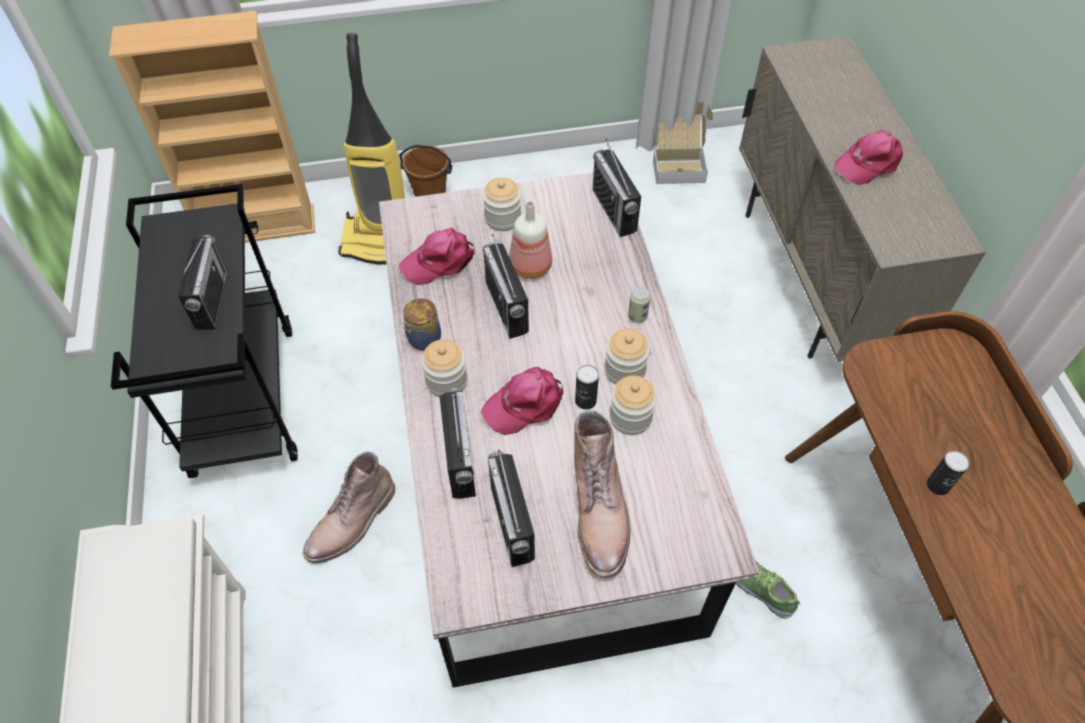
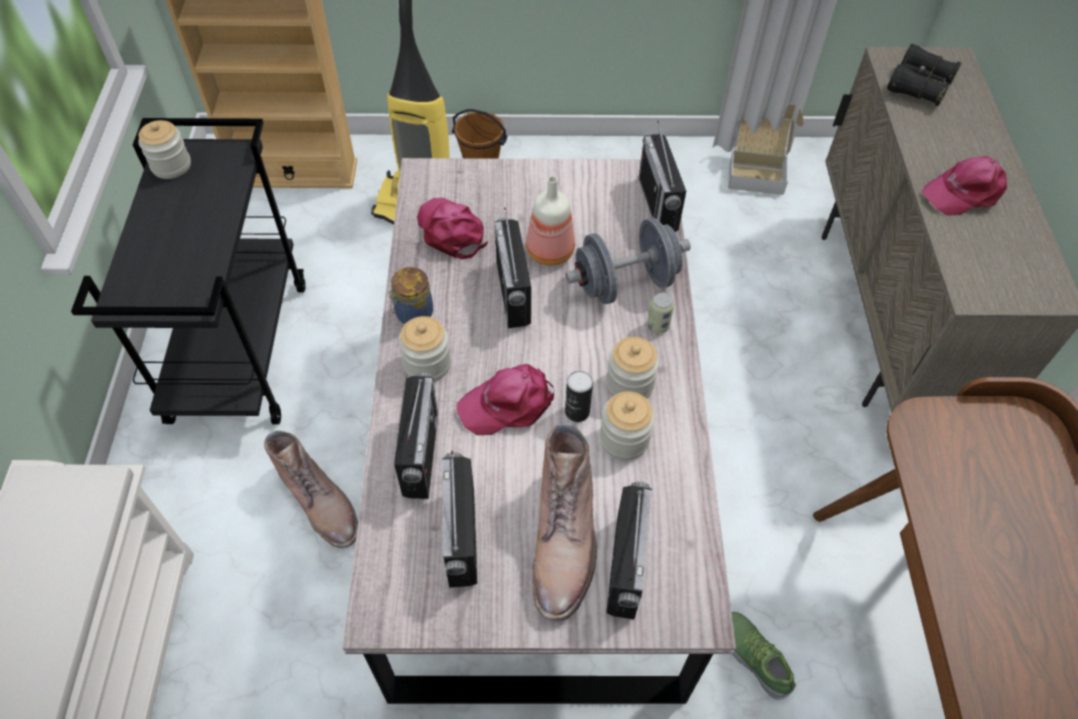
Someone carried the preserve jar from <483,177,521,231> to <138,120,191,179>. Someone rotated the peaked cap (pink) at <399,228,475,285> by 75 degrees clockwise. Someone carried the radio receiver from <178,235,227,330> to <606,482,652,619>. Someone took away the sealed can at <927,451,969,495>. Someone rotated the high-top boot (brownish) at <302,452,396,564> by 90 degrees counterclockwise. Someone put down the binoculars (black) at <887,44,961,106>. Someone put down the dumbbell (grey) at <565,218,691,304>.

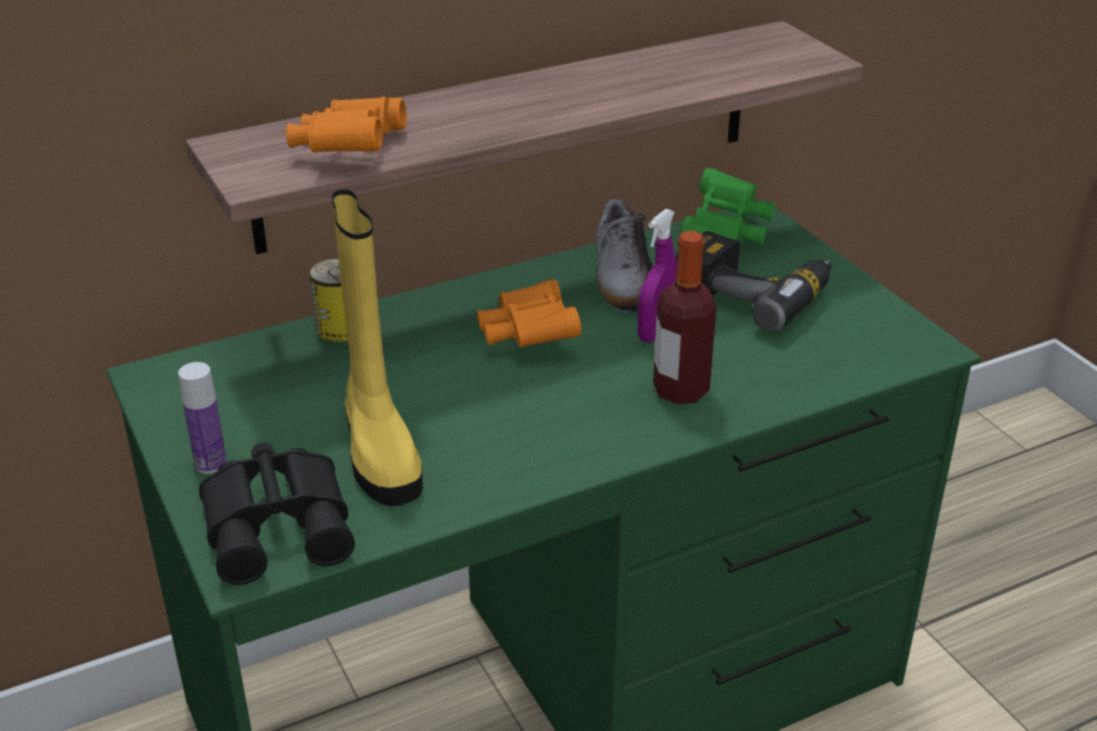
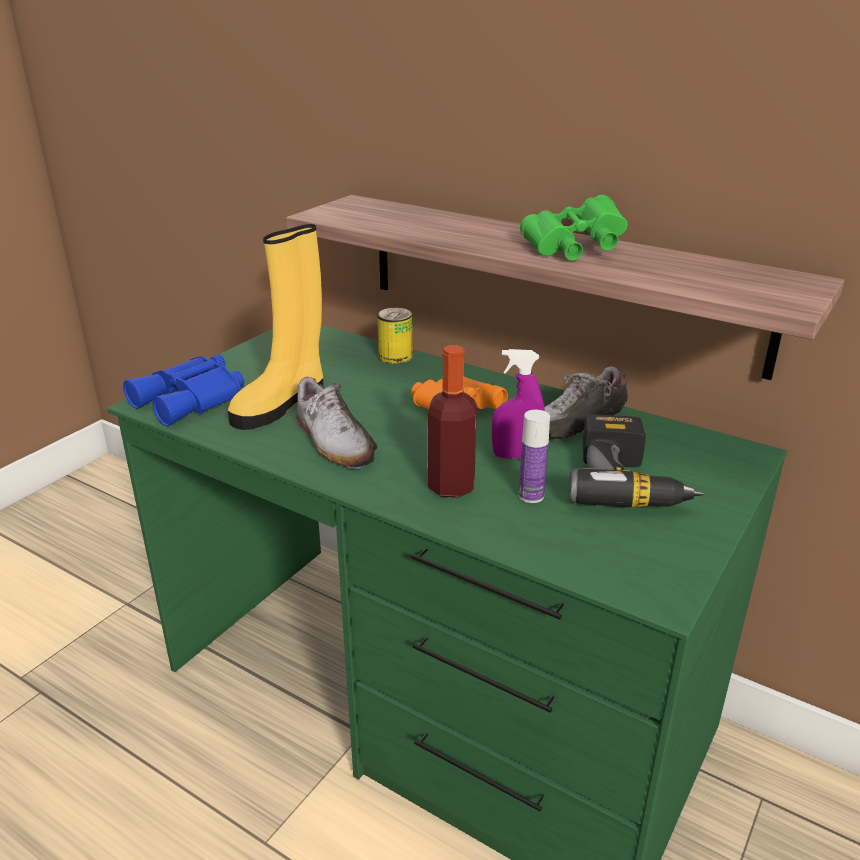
Someone took away the binoculars (orange-coloured) at <286,97,407,153>. Someone carried the binoculars (greenish) from <680,168,775,246> to <520,195,628,261>. Someone carried the bottle from <178,362,227,474> to <519,410,550,503>. Someone repainted the binoculars (black) at <199,442,355,585>, which became the binoculars (blue-coloured) at <123,355,244,426>. Someone put down the item of footwear at <295,377,377,469>.

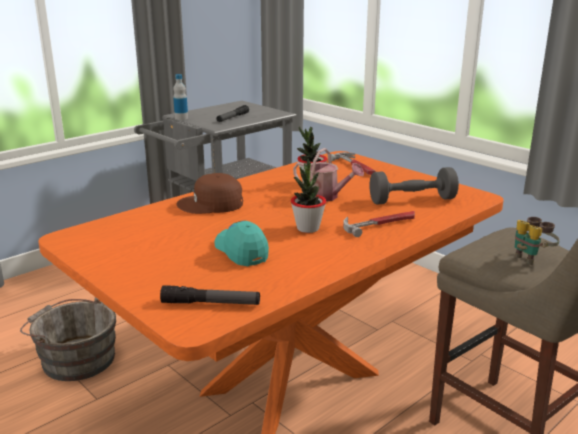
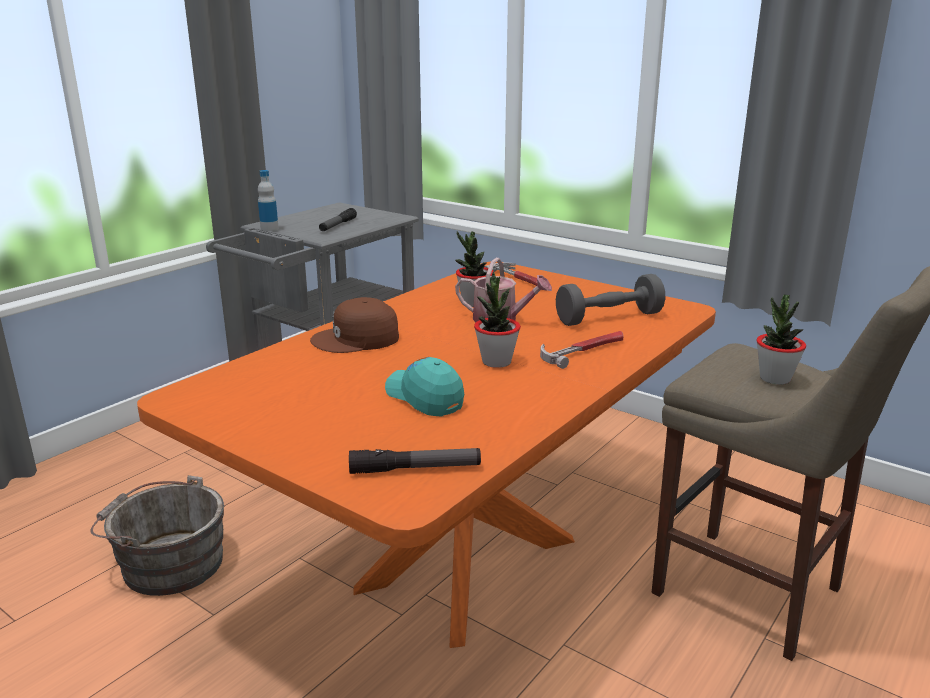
Someone swapped the binoculars at <515,217,560,265> for the plant in a pot at <756,295,806,385>.

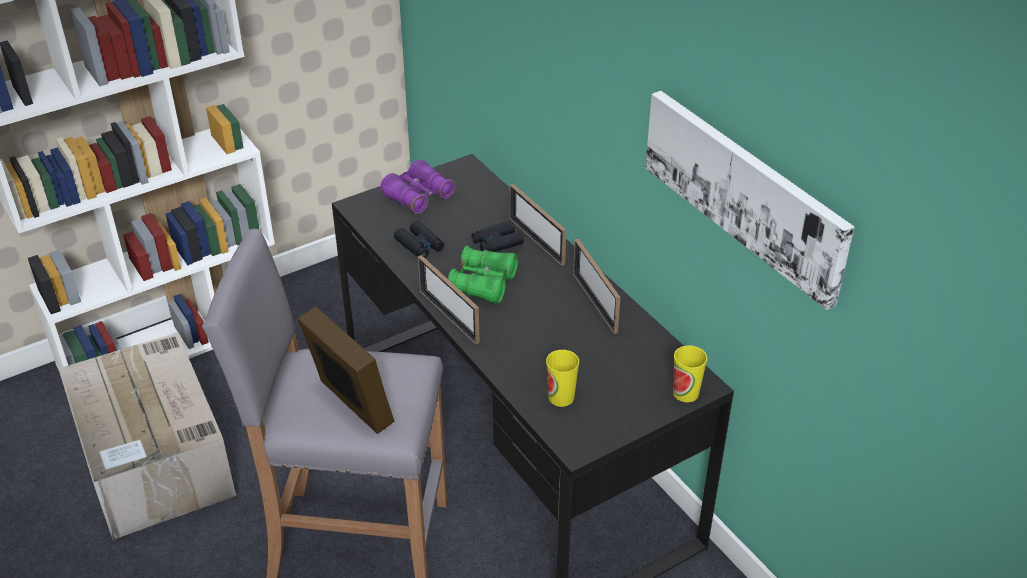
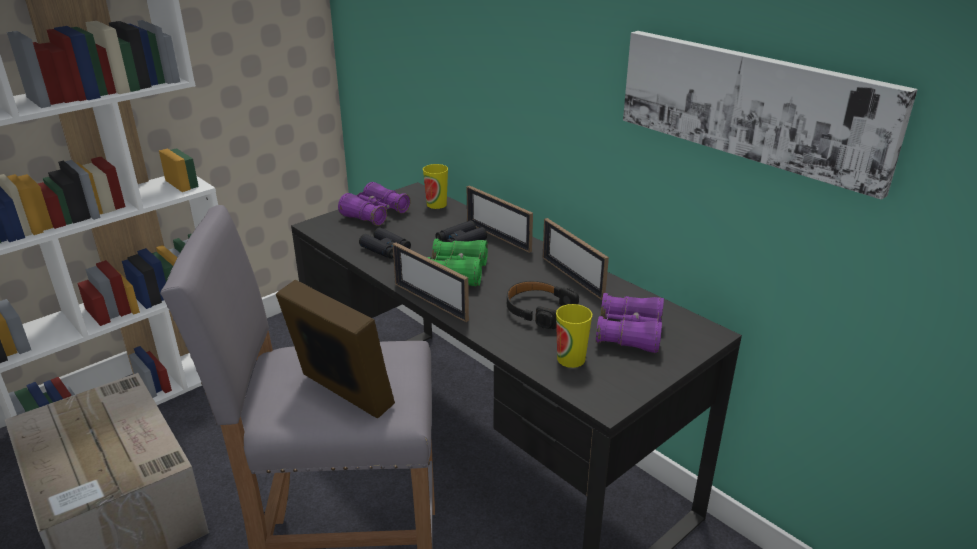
Someone carried the small cup from <673,345,707,402> to <423,164,448,209>. Someone put down the headset (black) at <507,281,579,329>. Someone put down the binoculars (purple) at <596,293,664,353>.

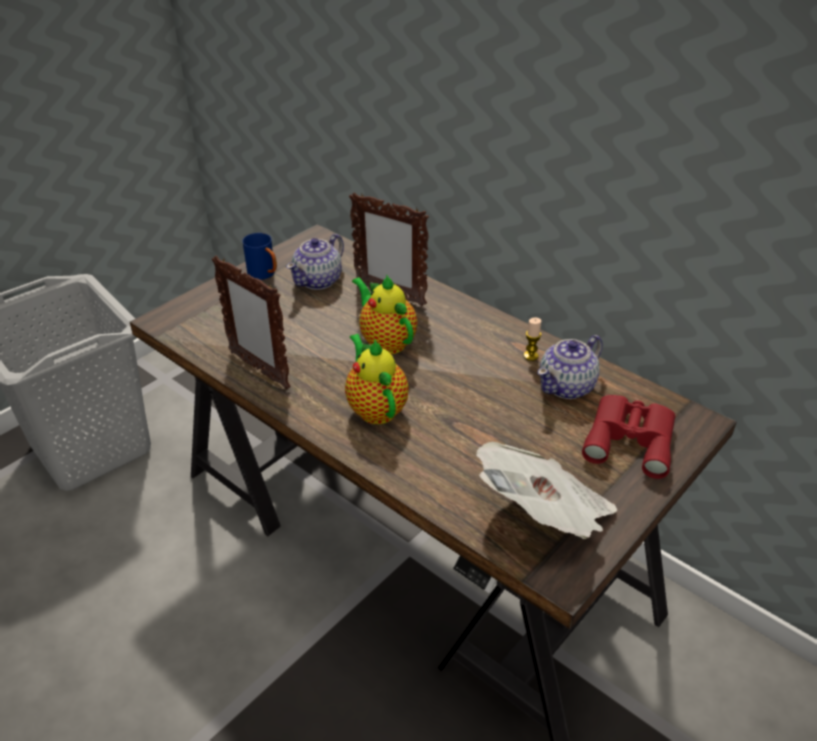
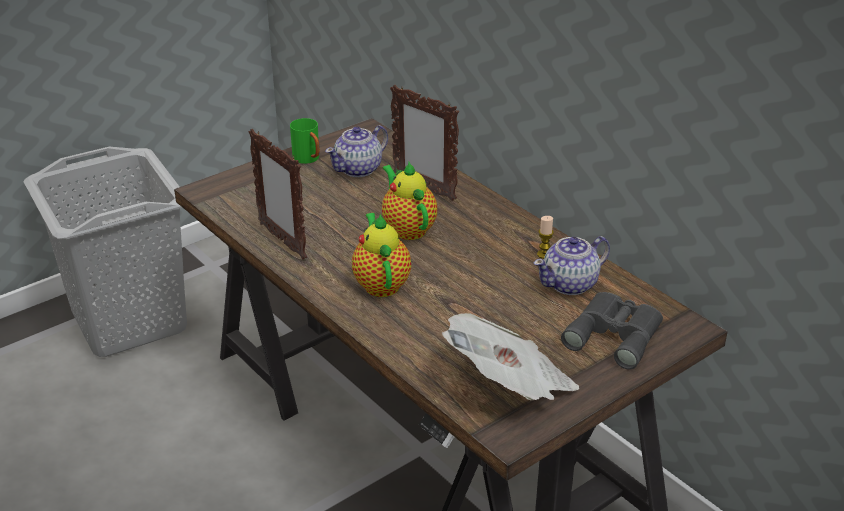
Someone repainted the tea mug (blue-coloured) at <242,233,277,280>, which became the tea mug (greenish) at <290,118,320,164>. Someone repainted the binoculars (red-coloured) at <582,395,675,479>, which became the binoculars (grey) at <561,292,663,370>.

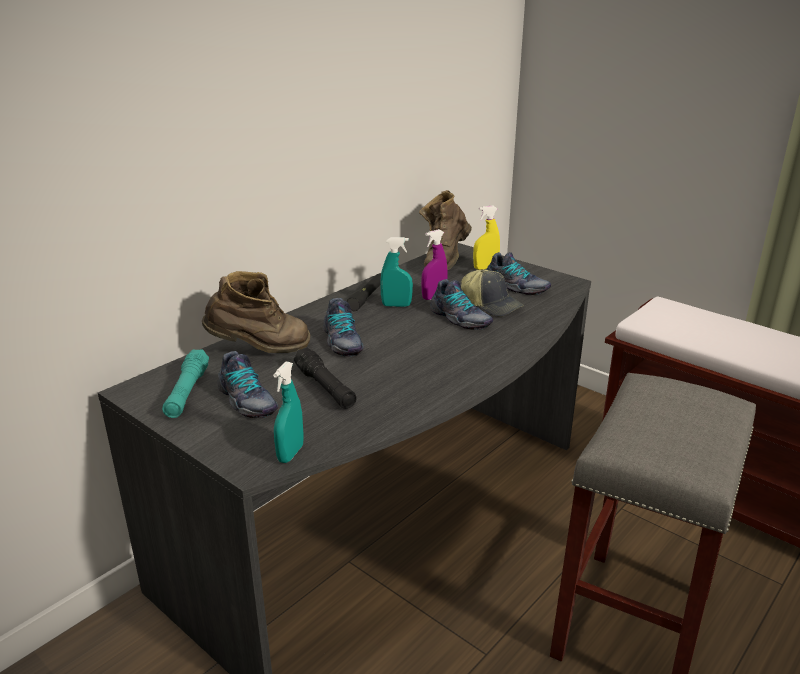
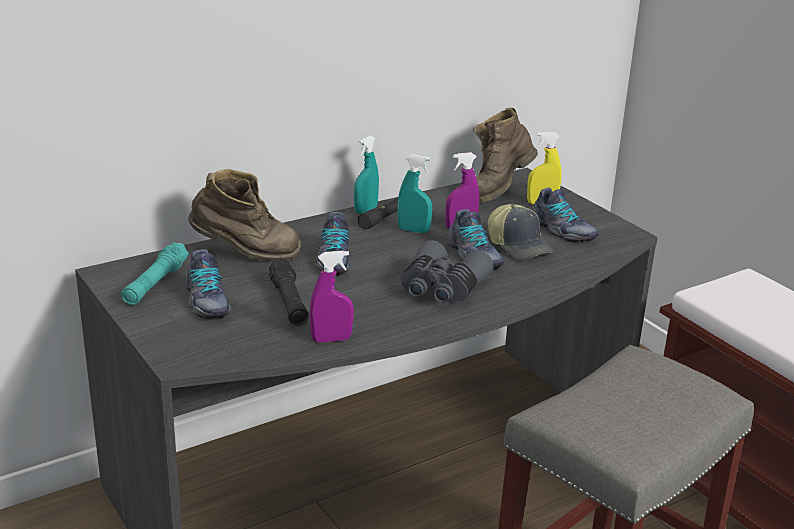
Someone carried the spray bottle (turquoise) from <273,362,304,463> to <354,136,379,214>. Someone put down the binoculars (grey) at <400,240,493,303>. Someone put down the spray bottle (purple) at <309,251,354,343>.

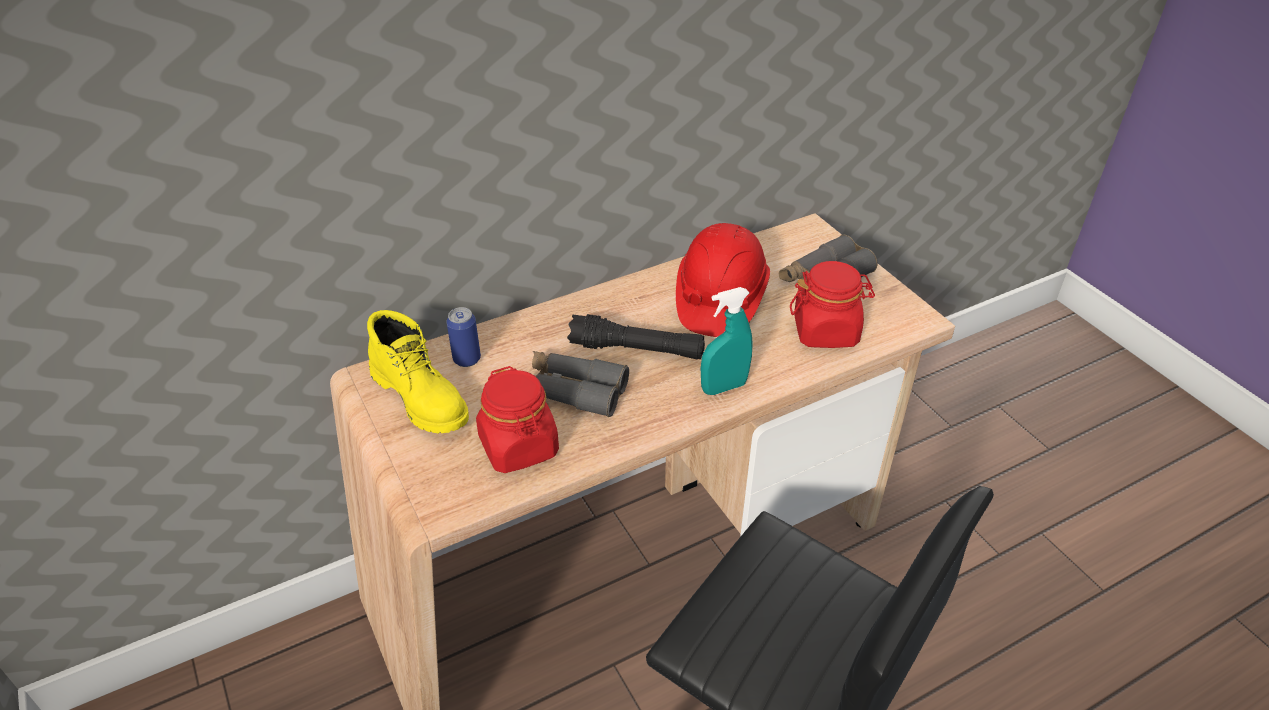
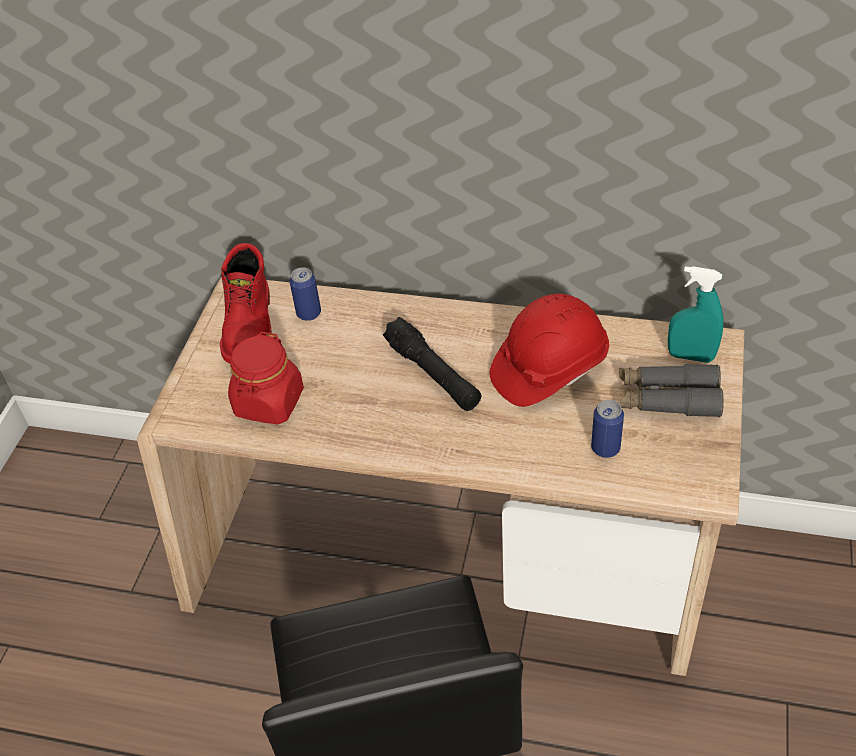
Someone swapped the preserve jar (red-coloured) at <790,261,875,348> for the sealed can at <591,400,624,458>. Someone carried the spray bottle (turquoise) from <701,287,753,395> to <668,266,724,363>. Someone repainted the high-top boot (yellowish) at <367,310,469,434>, which became the high-top boot (red-coloured) at <220,243,272,364>. Someone took away the binoculars (grey) at <532,351,629,417>.

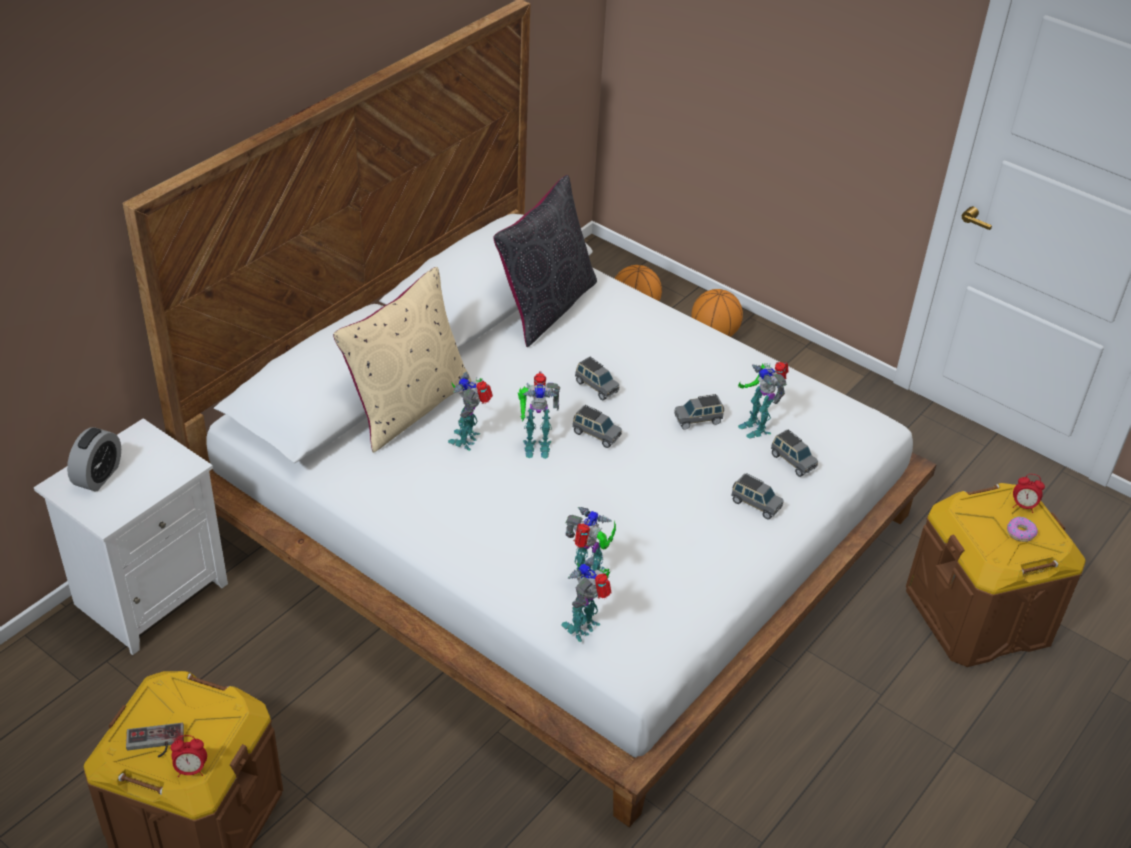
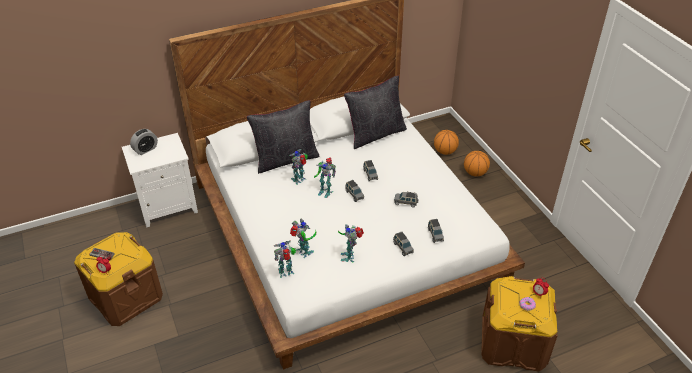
Someone repainted the cushion (beige) at <333,267,471,453>, which became the cushion (black) at <247,100,320,174>. Someone carried the robot figure from <738,362,789,439> to <338,224,364,263>.

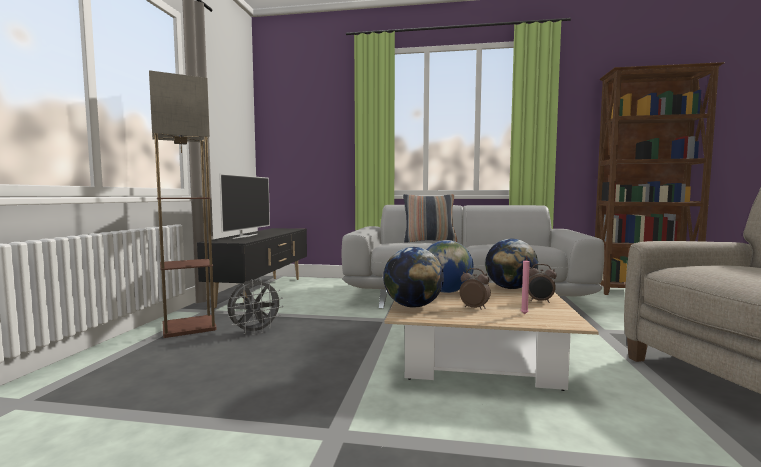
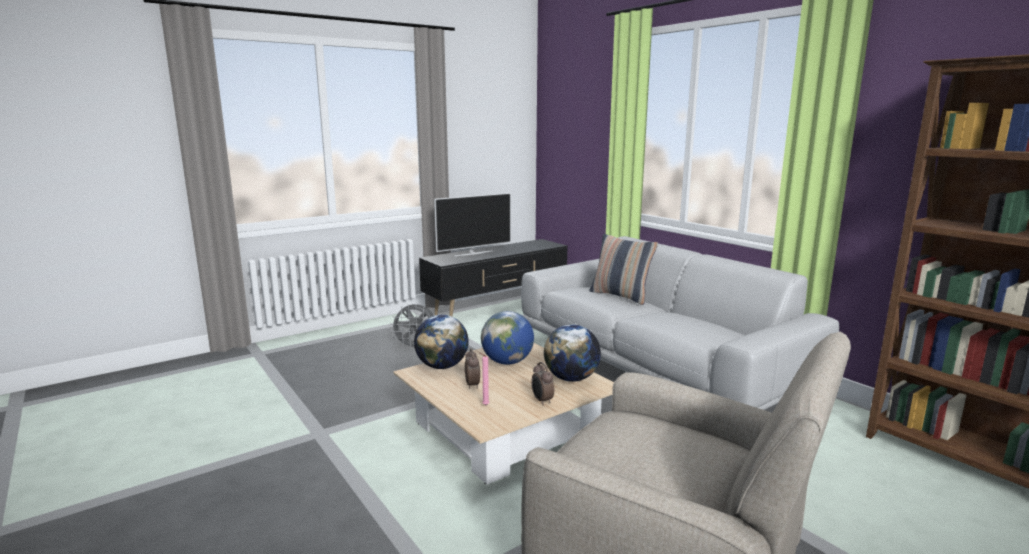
Someone took away the standing lamp at <149,70,217,338>.

